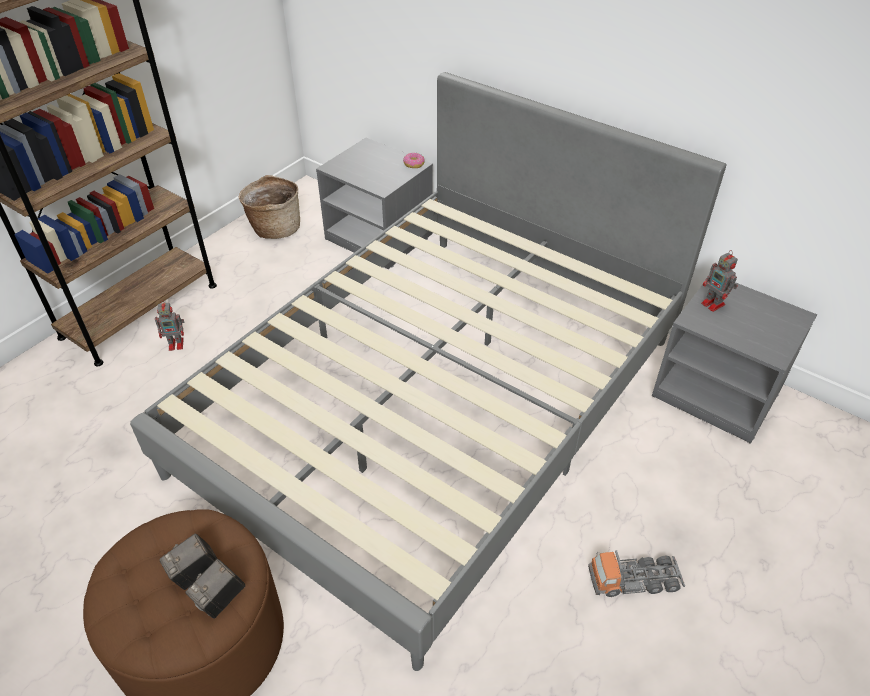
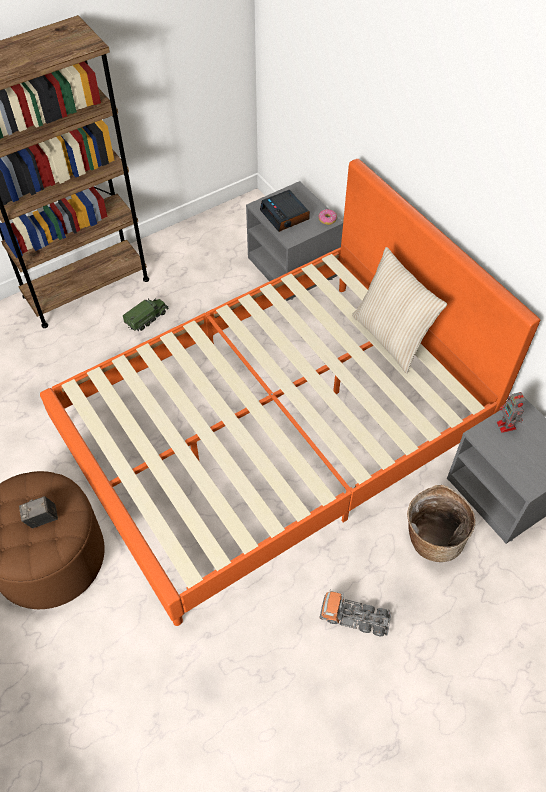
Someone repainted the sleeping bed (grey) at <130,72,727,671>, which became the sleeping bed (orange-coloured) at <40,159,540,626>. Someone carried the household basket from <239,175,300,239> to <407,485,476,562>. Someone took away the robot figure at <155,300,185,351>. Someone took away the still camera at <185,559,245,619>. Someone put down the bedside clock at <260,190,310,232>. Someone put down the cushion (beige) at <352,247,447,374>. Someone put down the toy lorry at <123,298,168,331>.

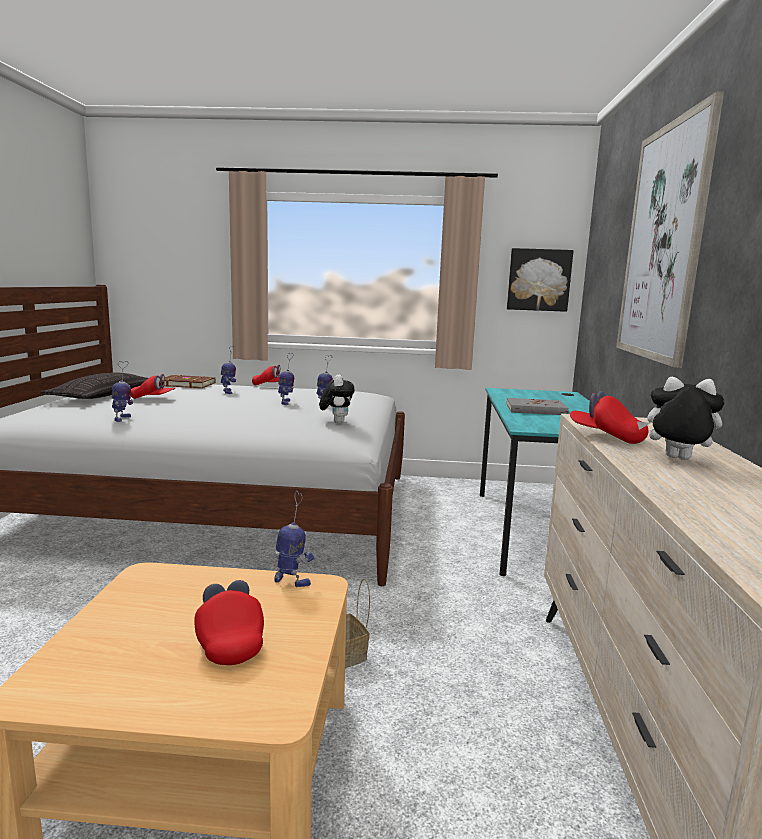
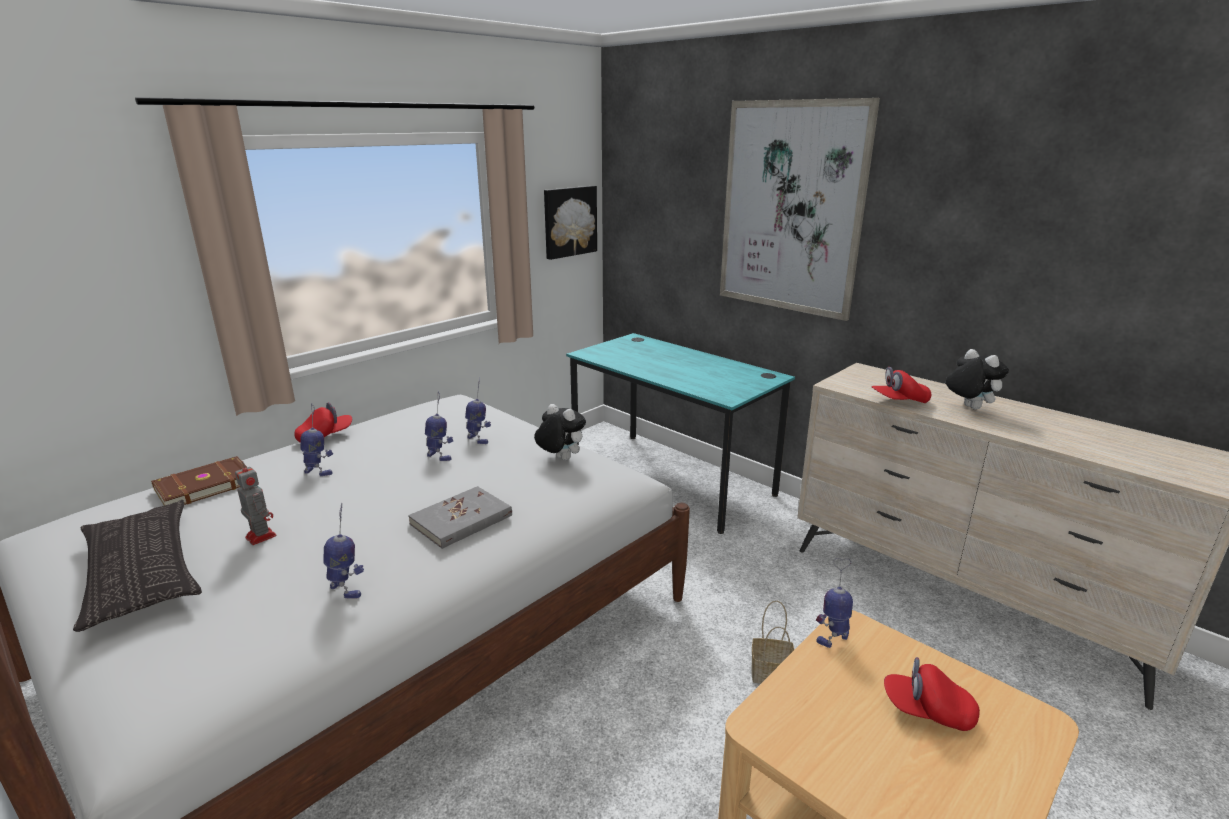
Someone swapped the peaked cap (red-coloured) at <131,374,175,399> for the robot figure at <235,462,277,545>. Someone rotated the plush toy at <637,377,725,460> by 90 degrees clockwise. Someone carried the bound book (grey) from <506,398,569,415> to <408,486,512,549>.

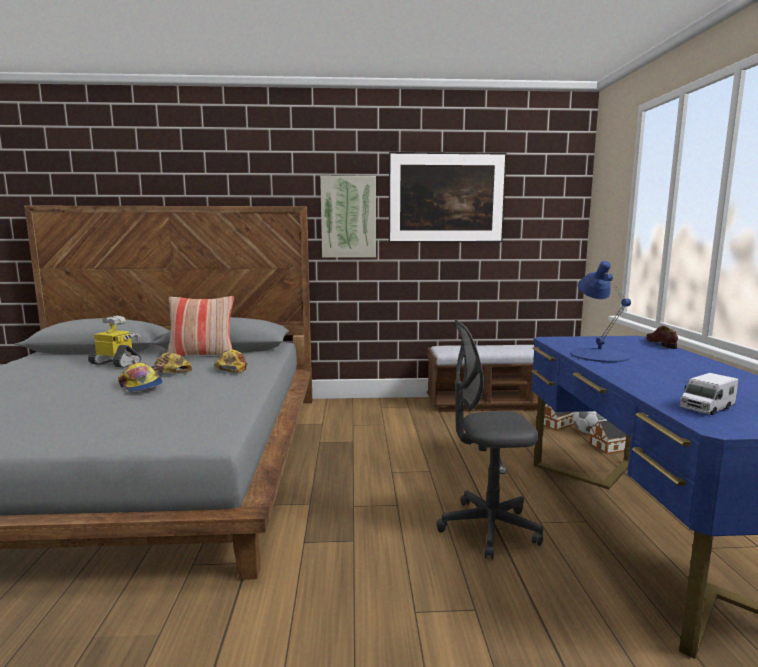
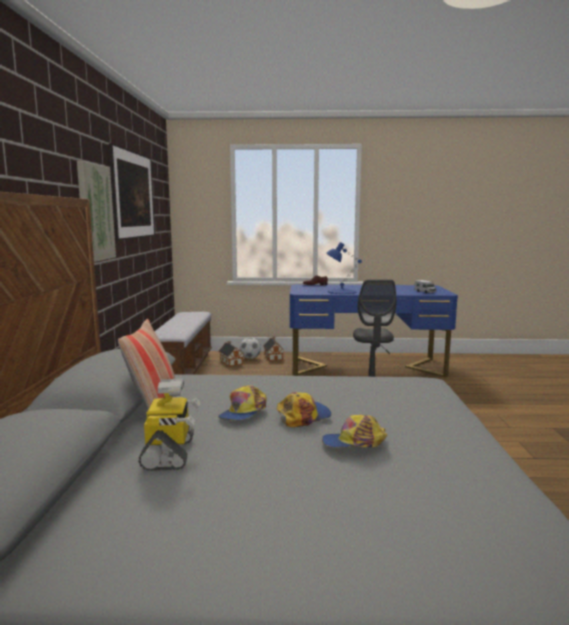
Someone rotated the robot figure at <88,316,141,368> by 150 degrees clockwise. Someone carried the peaked cap from <214,350,248,372> to <322,415,387,447>.

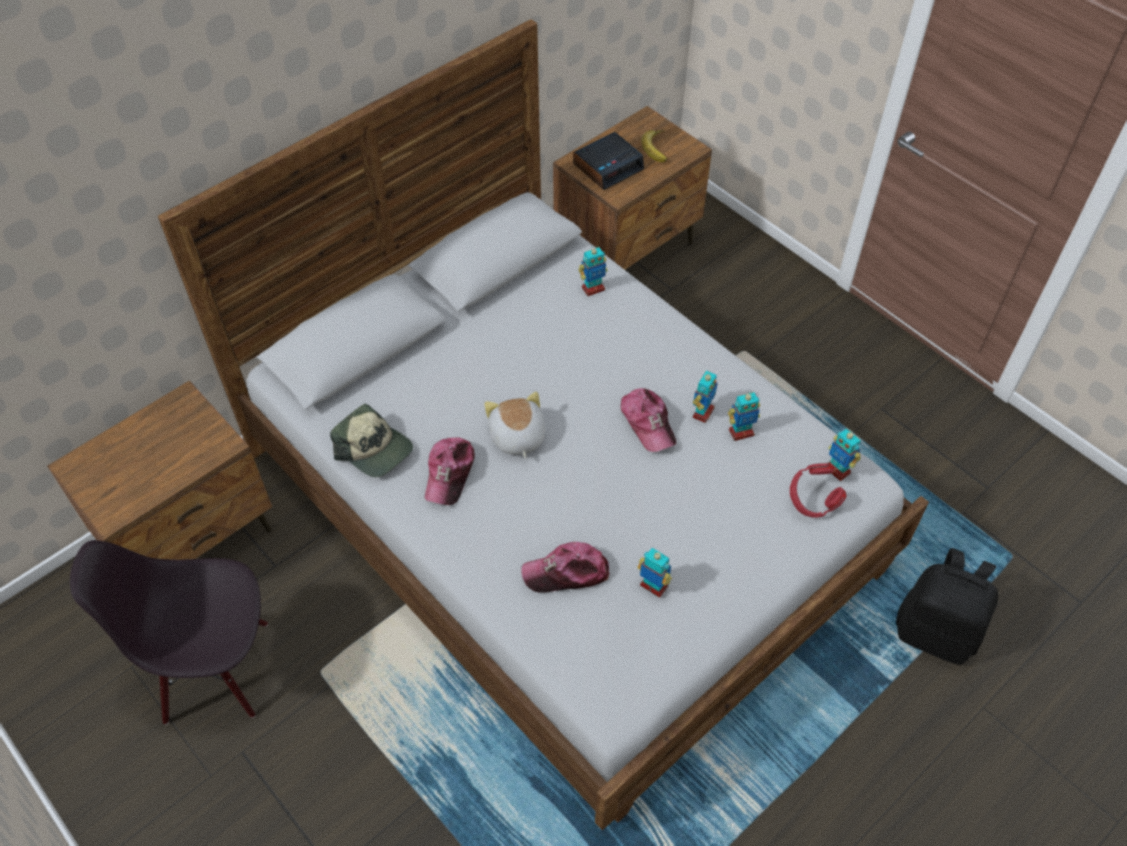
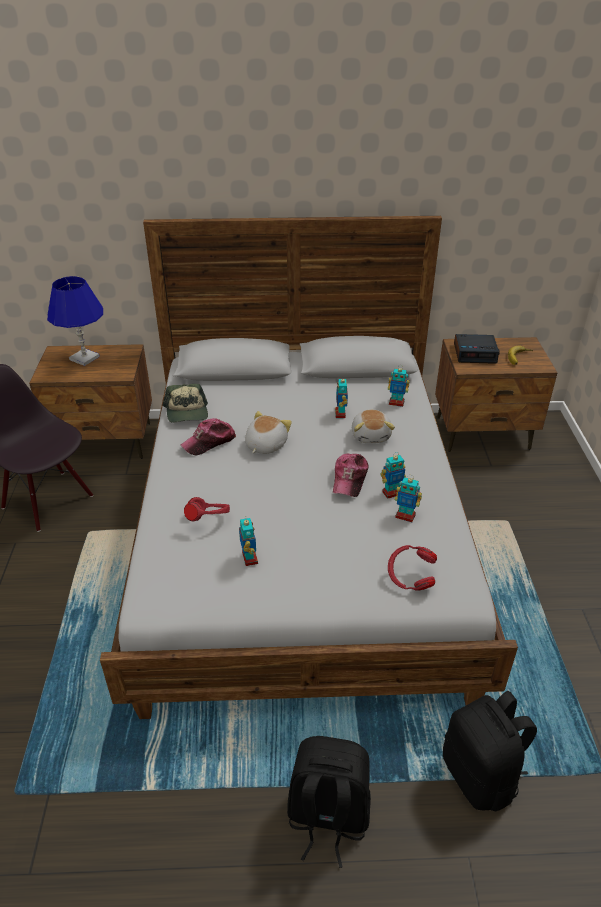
Someone carried the robot figure from <828,429,861,481> to <335,379,348,418>. Someone swapped the peaked cap at <521,542,609,592> for the headset (red-coloured) at <184,497,230,522>. Someone put down the table lamp (blue-coloured) at <47,276,103,366>. Someone put down the plush toy at <352,410,395,443>. Someone put down the knapsack (black) at <287,736,371,868>.

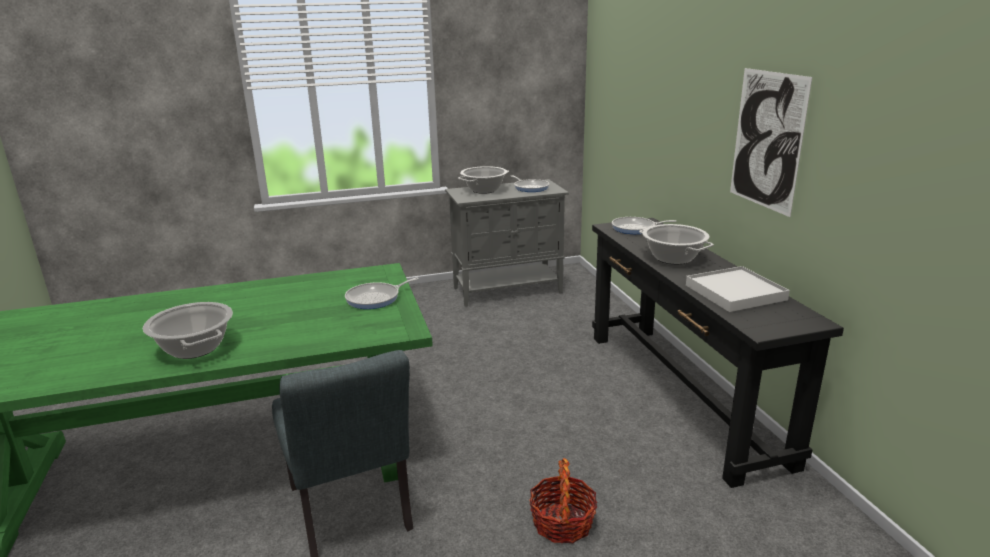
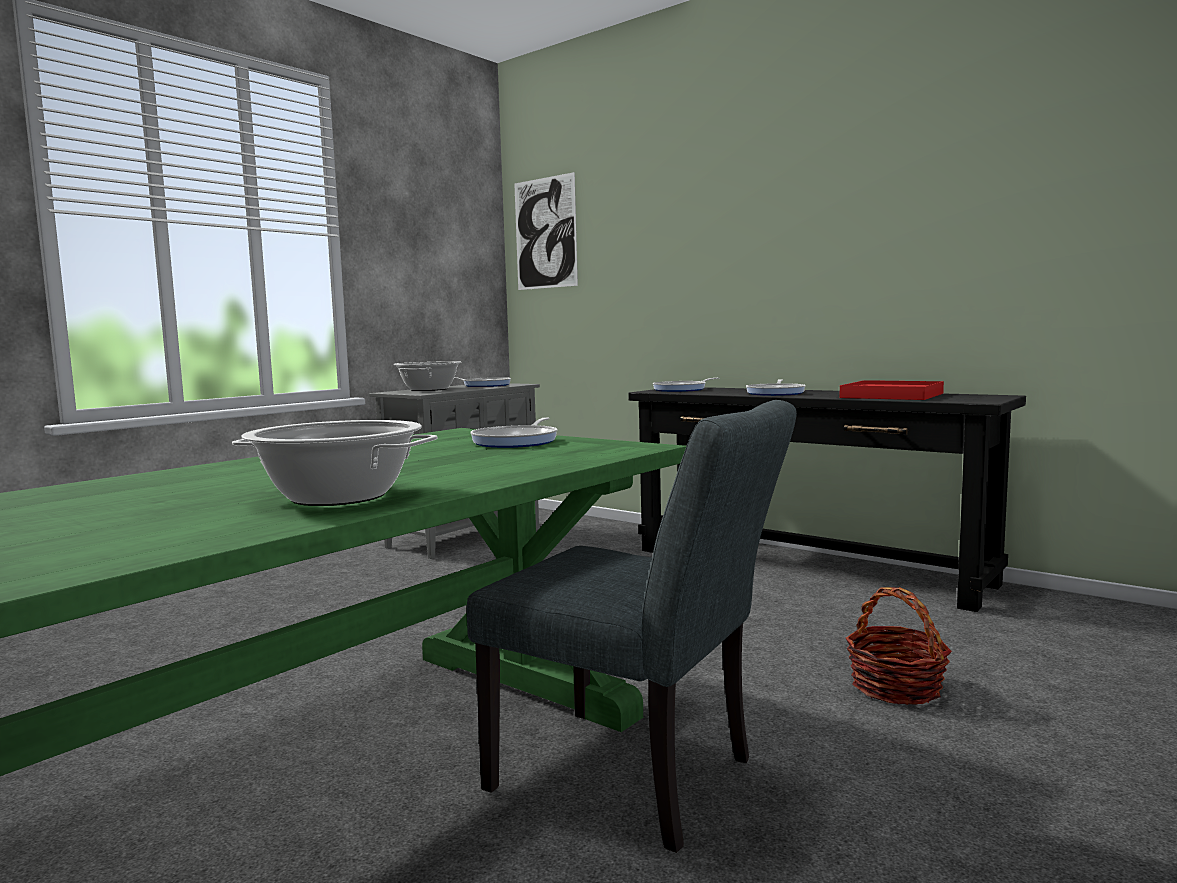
Someone carried the wall art from <730,68,812,217> to <514,172,578,290>. Someone swapped the cooking pot at <639,224,714,264> for the skillet at <746,379,806,396>. Someone repainted the tray (white) at <686,266,790,312>, which became the tray (red-coloured) at <840,380,944,400>.

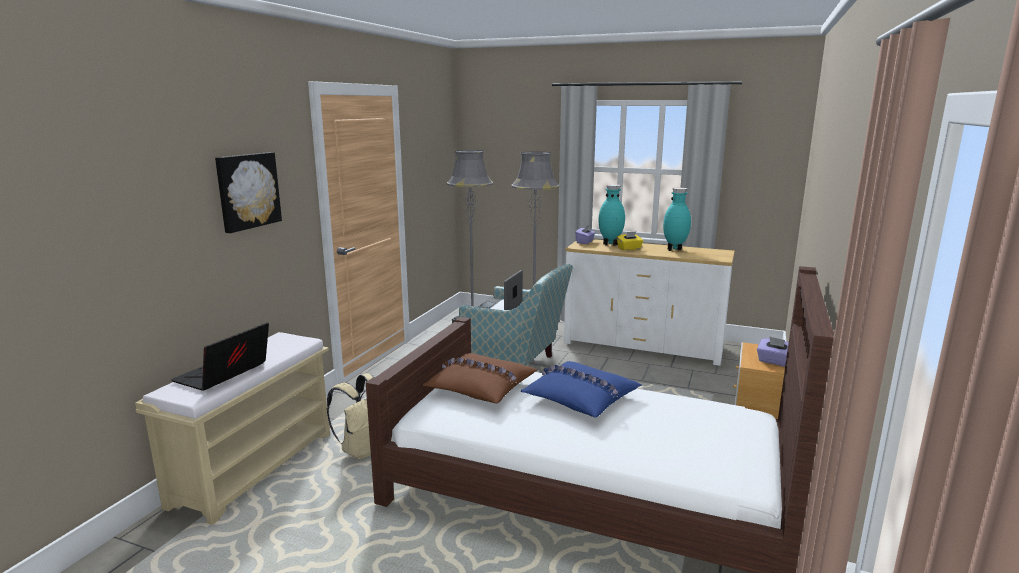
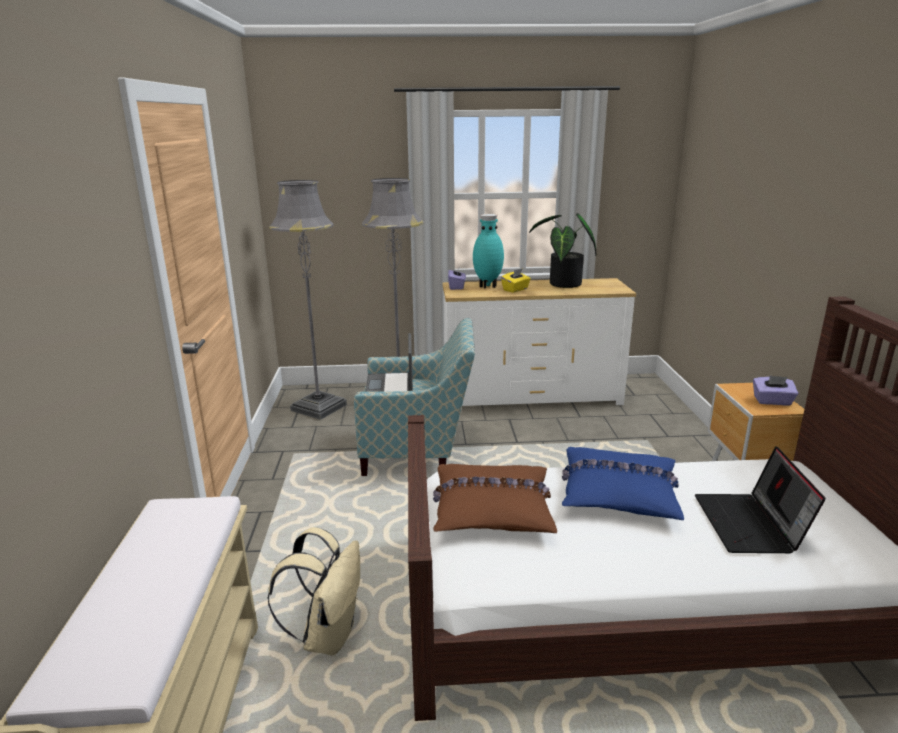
Someone took away the wall art at <215,152,282,233>. Someone swapped the flower vase (turquoise) at <663,188,691,251> for the plant in a pot at <529,213,596,288>. Someone carried the portable computer from <171,322,269,391> to <695,446,826,553>.

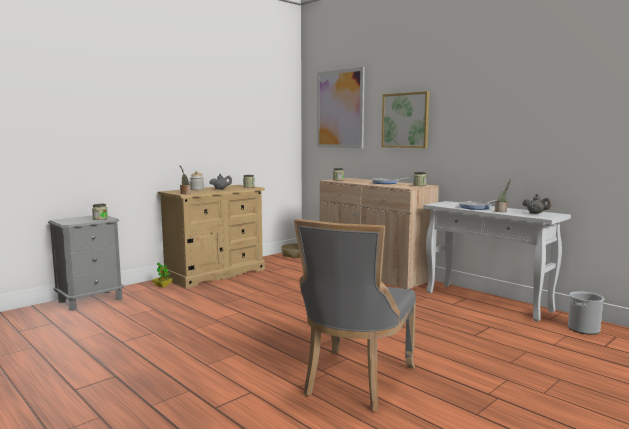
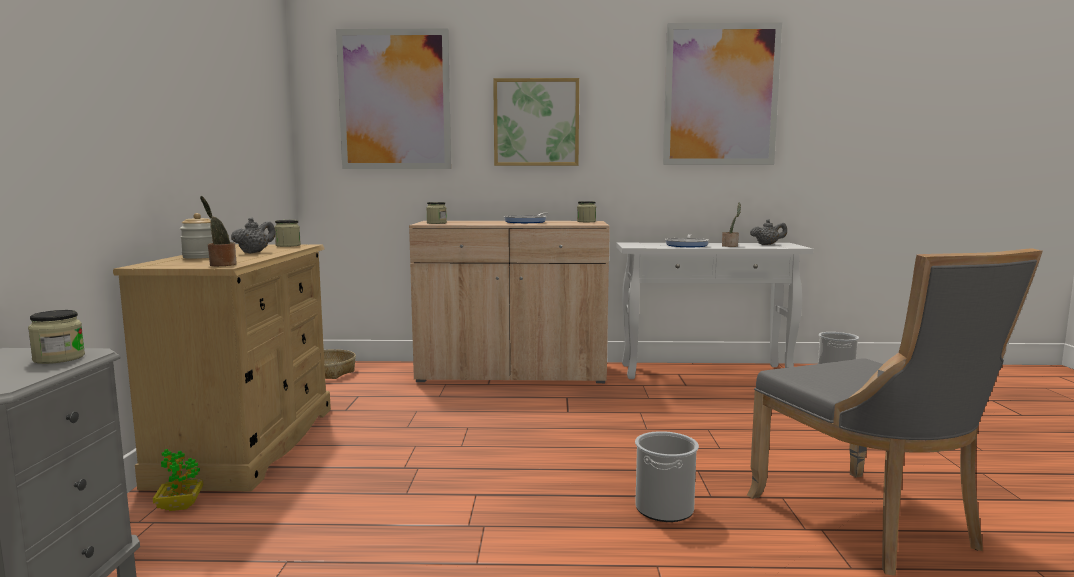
Someone put up the wall art at <663,22,782,165>. Someone put down the bucket at <635,431,699,522>.

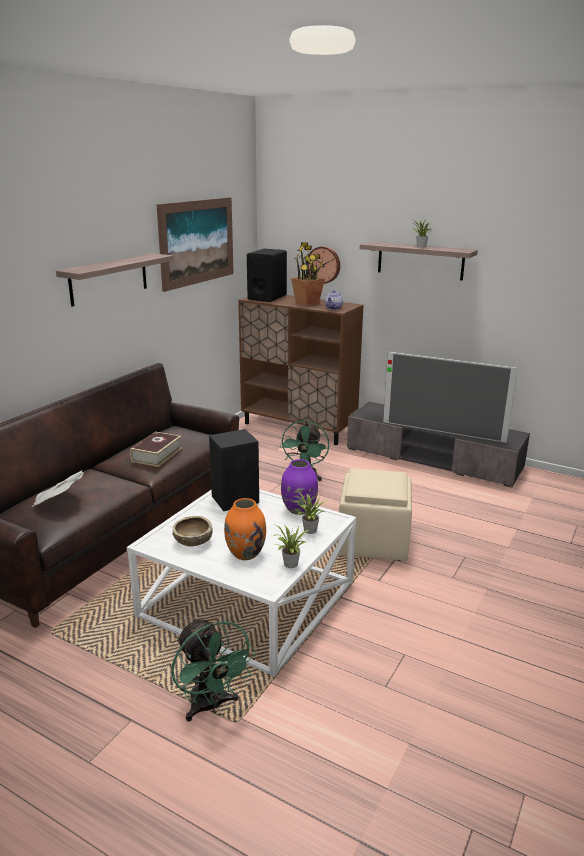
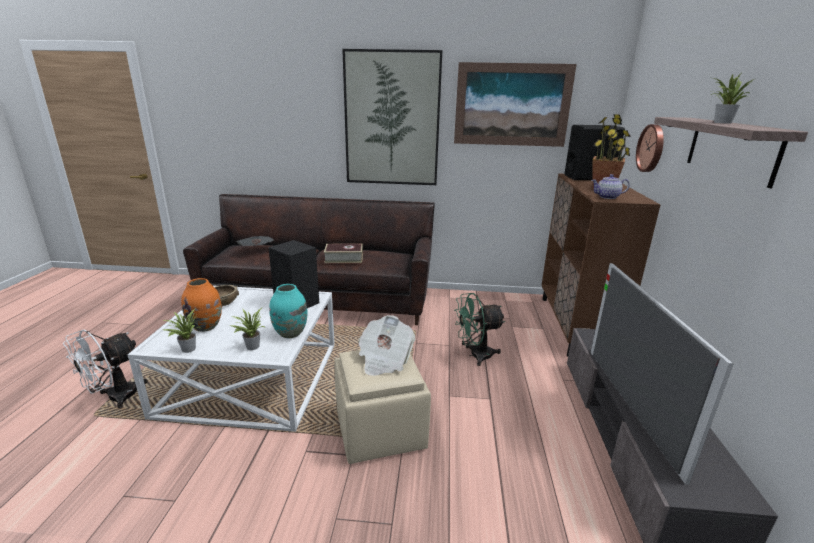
Someone swapped the bracket shelf at <56,253,174,306> for the wall art at <342,49,442,185>. Someone repainted the flower vase (purple) at <281,459,318,515>, which became the flower vase (turquoise) at <269,284,307,338>. Someone repainted the fan (greenish) at <172,618,257,722>, which became the fan (white) at <63,329,148,408>. Someone put down the daily paper at <358,315,415,376>.

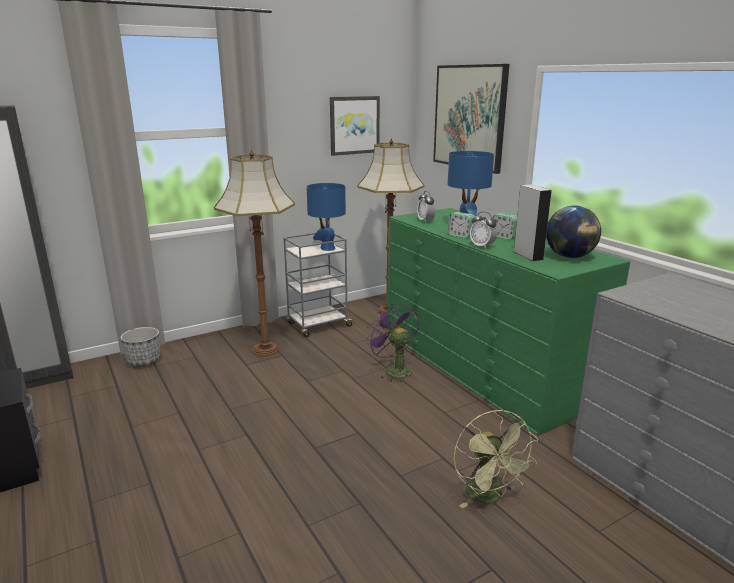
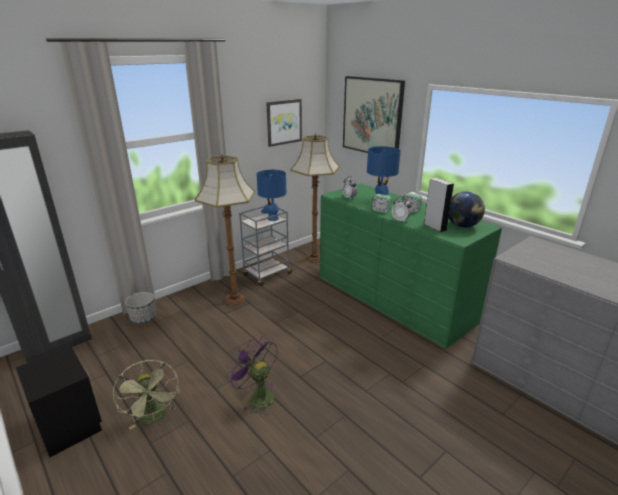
Someone carried the fan (purple) from <366,303,419,383> to <227,336,278,415>. Someone carried the fan (greenish) from <454,410,538,508> to <113,360,179,430>.

